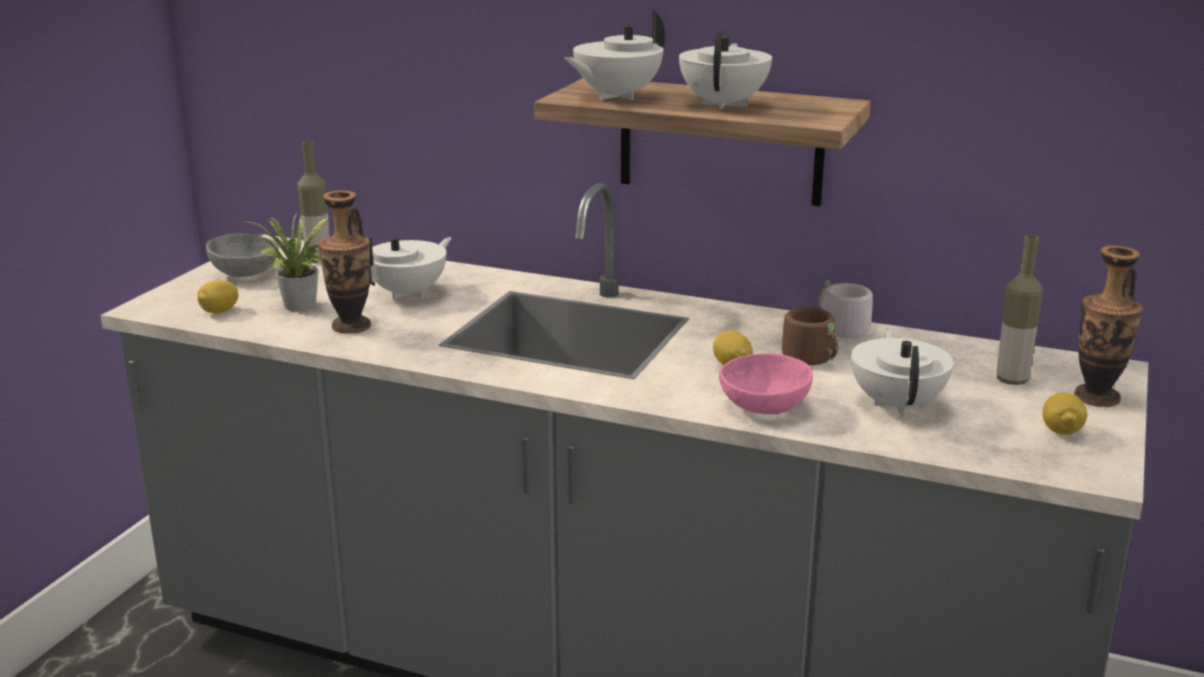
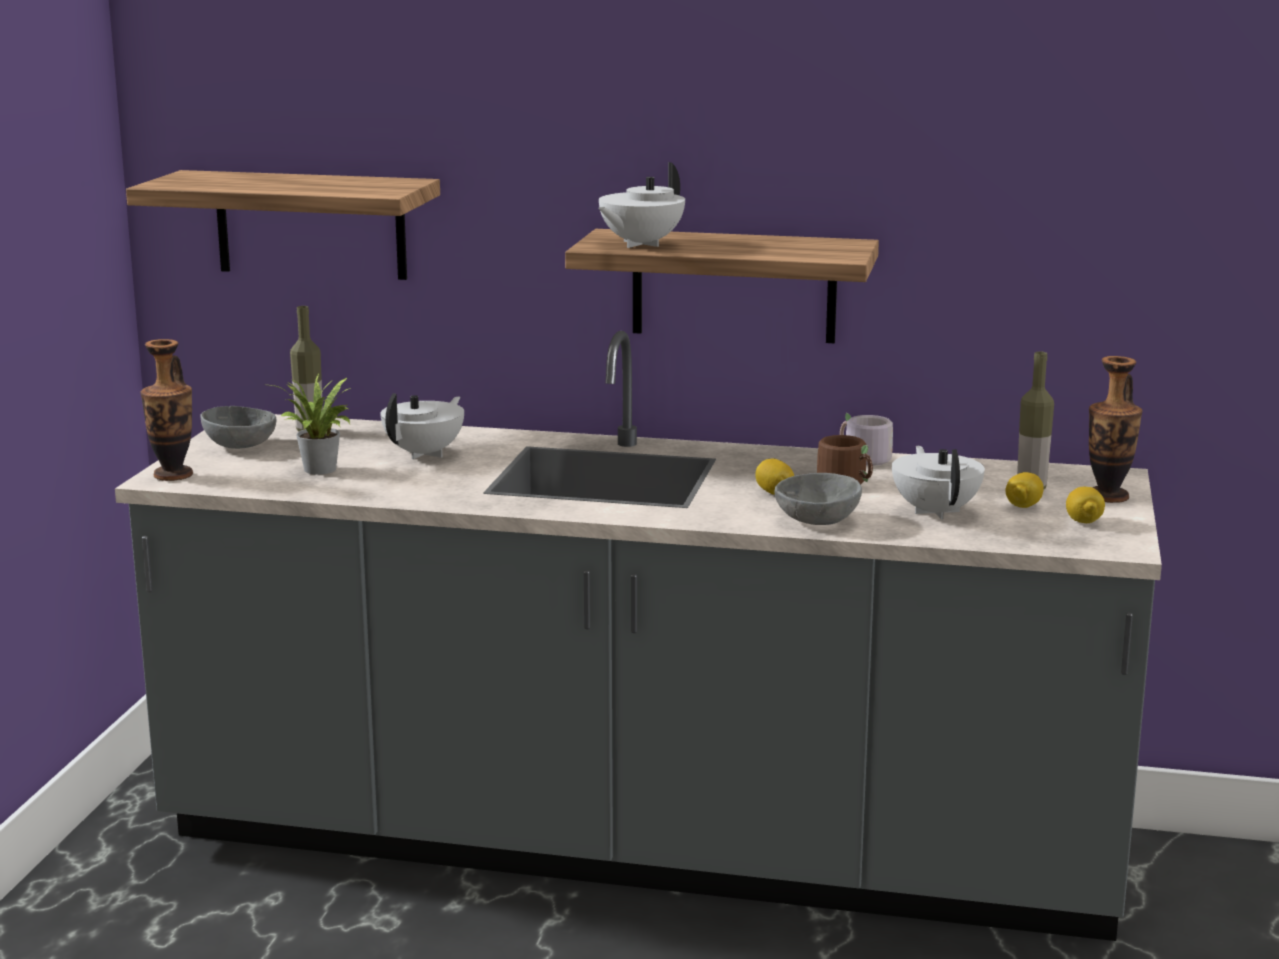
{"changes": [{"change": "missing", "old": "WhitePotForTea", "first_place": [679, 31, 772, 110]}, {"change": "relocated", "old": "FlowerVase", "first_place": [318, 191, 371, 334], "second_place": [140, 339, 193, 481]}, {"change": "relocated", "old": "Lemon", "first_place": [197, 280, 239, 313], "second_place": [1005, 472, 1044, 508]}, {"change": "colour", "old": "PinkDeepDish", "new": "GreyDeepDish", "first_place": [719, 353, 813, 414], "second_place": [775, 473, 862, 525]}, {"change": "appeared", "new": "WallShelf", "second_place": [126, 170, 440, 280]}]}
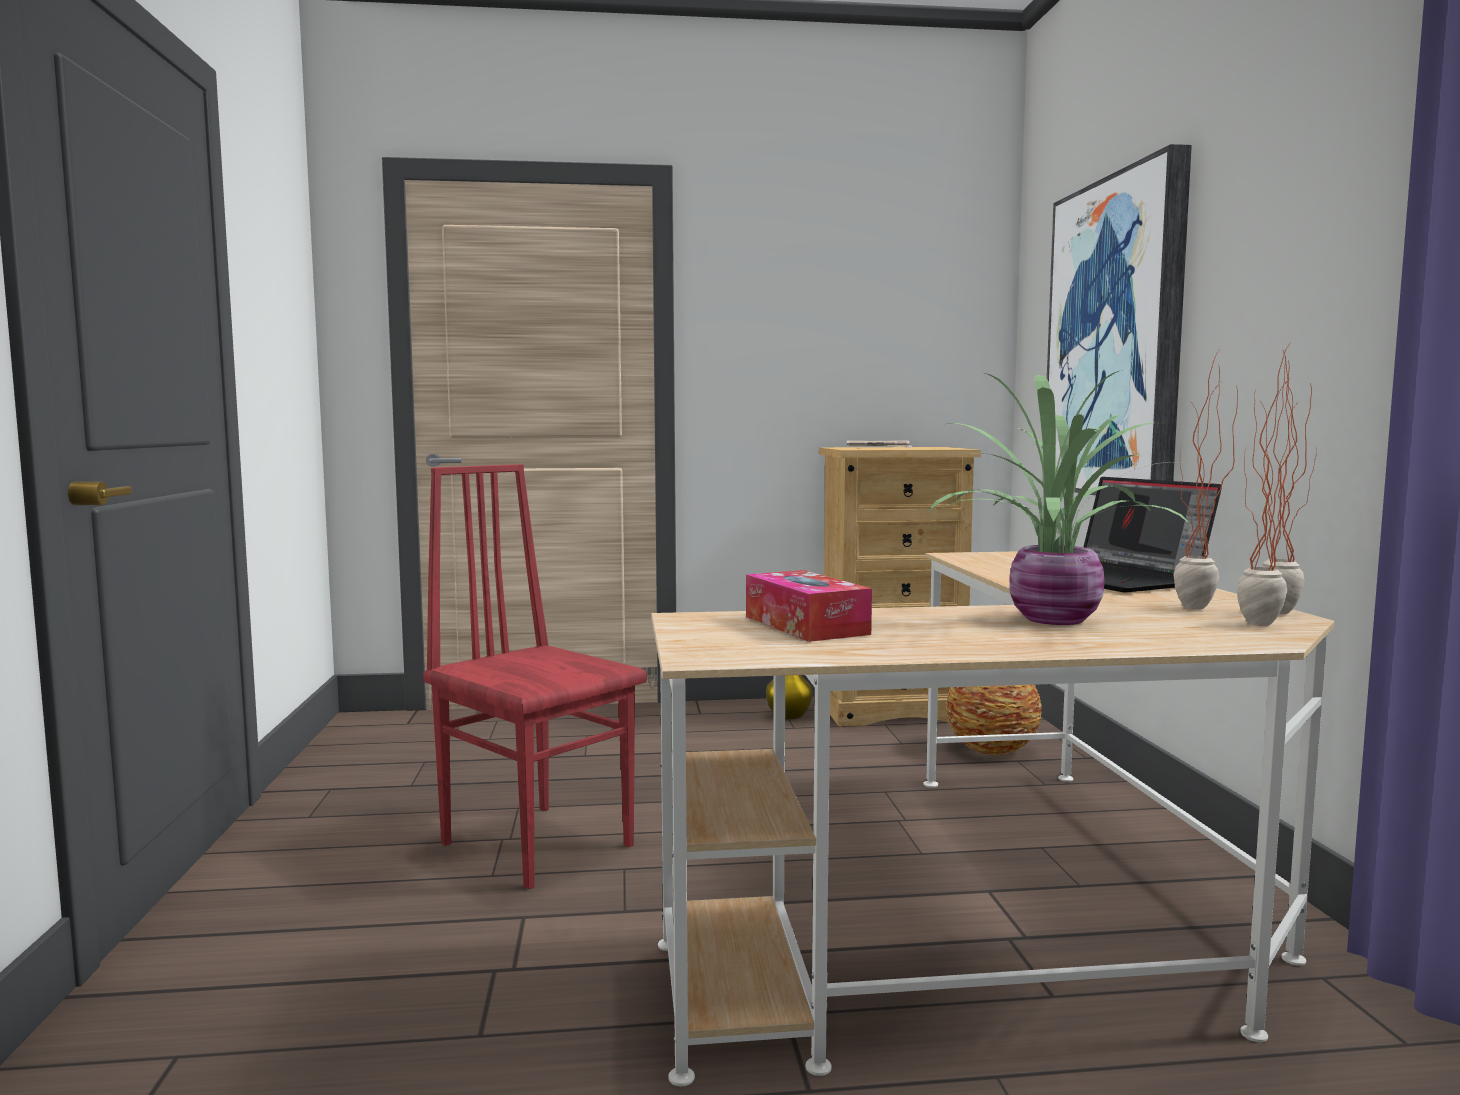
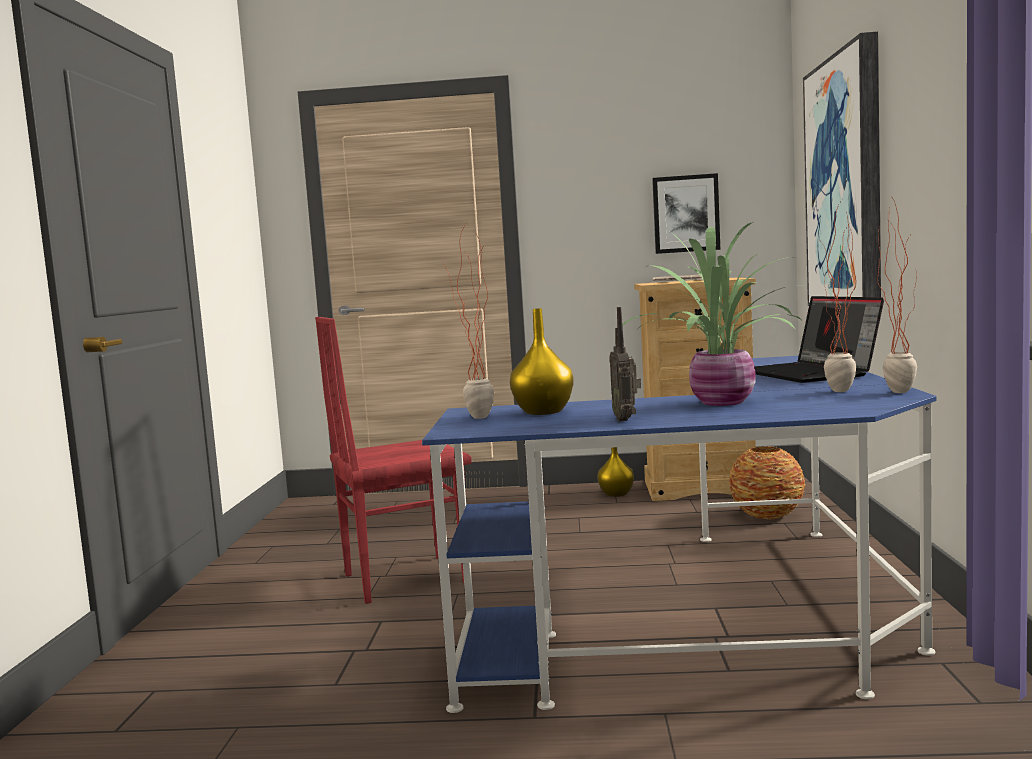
{"changes": [{"change": "relocated", "old": "PottedPlant", "first_place": [1236, 345, 1312, 626], "second_place": [442, 224, 494, 419]}, {"change": "spun", "old": "RedColouredChair", "first_place": [423, 464, 647, 889], "second_place": [315, 317, 472, 604], "degrees": -75}, {"change": "colour", "old": "BeigeDeskUnit", "new": "BlueColouredDeskUnit", "first_place": [652, 551, 1334, 1086], "second_place": [422, 356, 936, 713]}, {"change": "exchanged", "old": "BoxOfTissues", "new": "YellowishFlowerVase", "first_place": [746, 570, 872, 642], "second_place": [510, 308, 574, 415]}, {"change": "appeared", "new": "Picture", "second_place": [652, 173, 720, 254]}, {"change": "appeared", "new": "Radio", "second_place": [609, 307, 641, 421]}]}
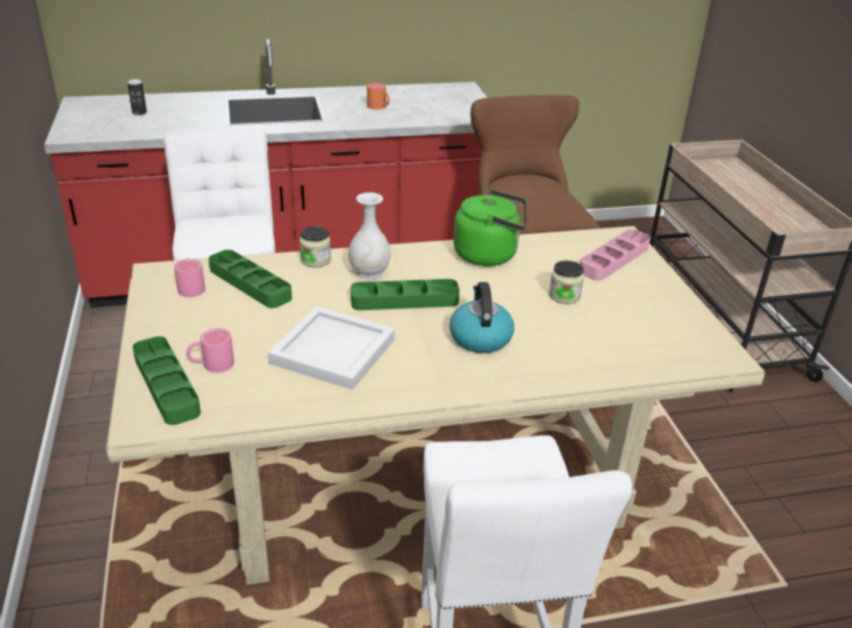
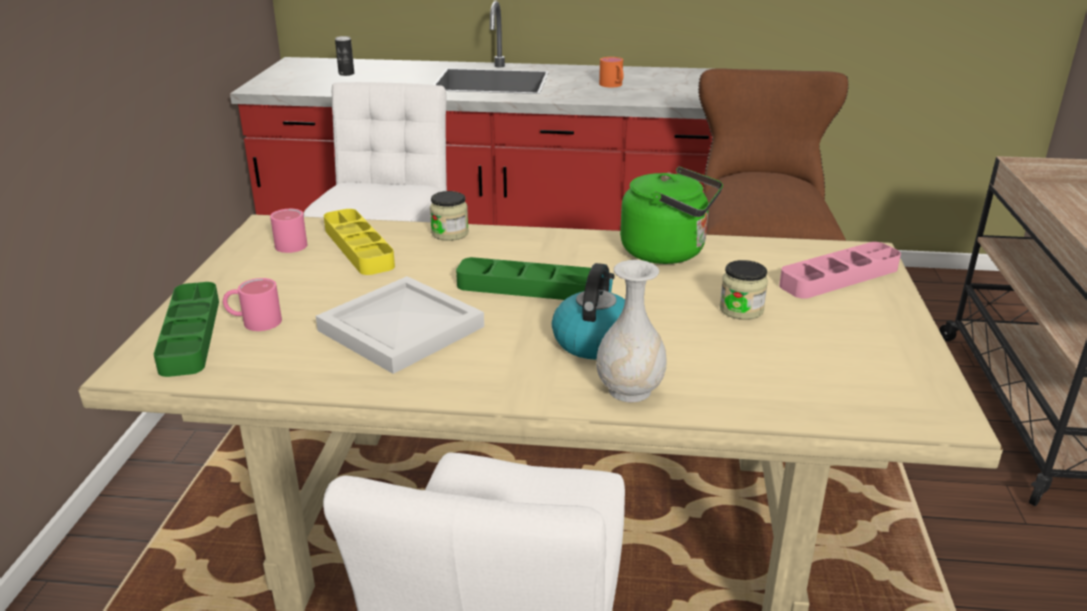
{"changes": [{"change": "relocated", "old": "WhiteFlowerVase", "first_place": [349, 192, 391, 279], "second_place": [596, 260, 667, 403]}, {"change": "colour", "old": "GreenCarryingTray", "new": "YellowishCarryingTray", "first_place": [209, 250, 292, 308], "second_place": [324, 209, 395, 275]}]}
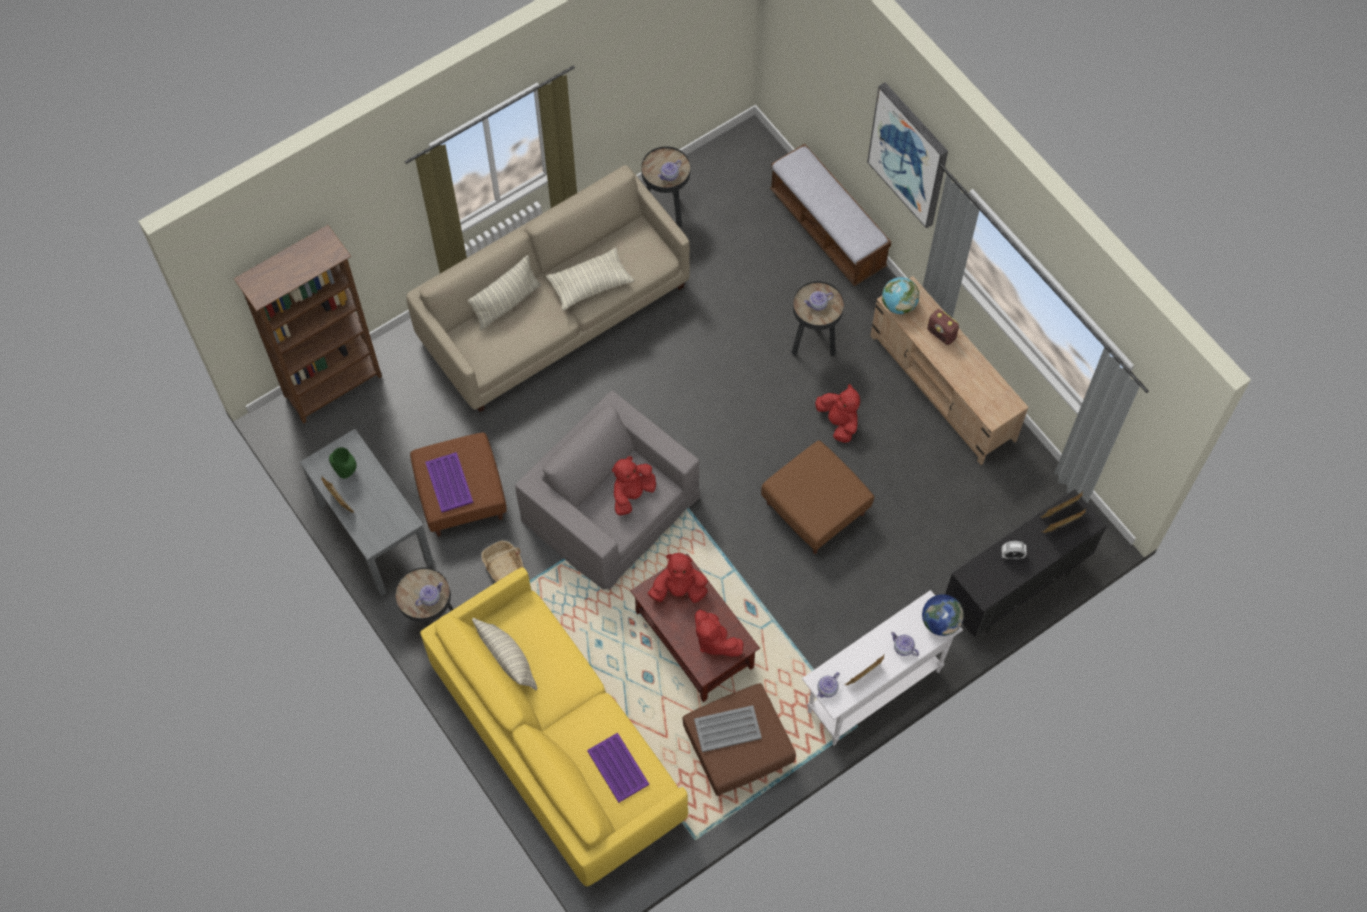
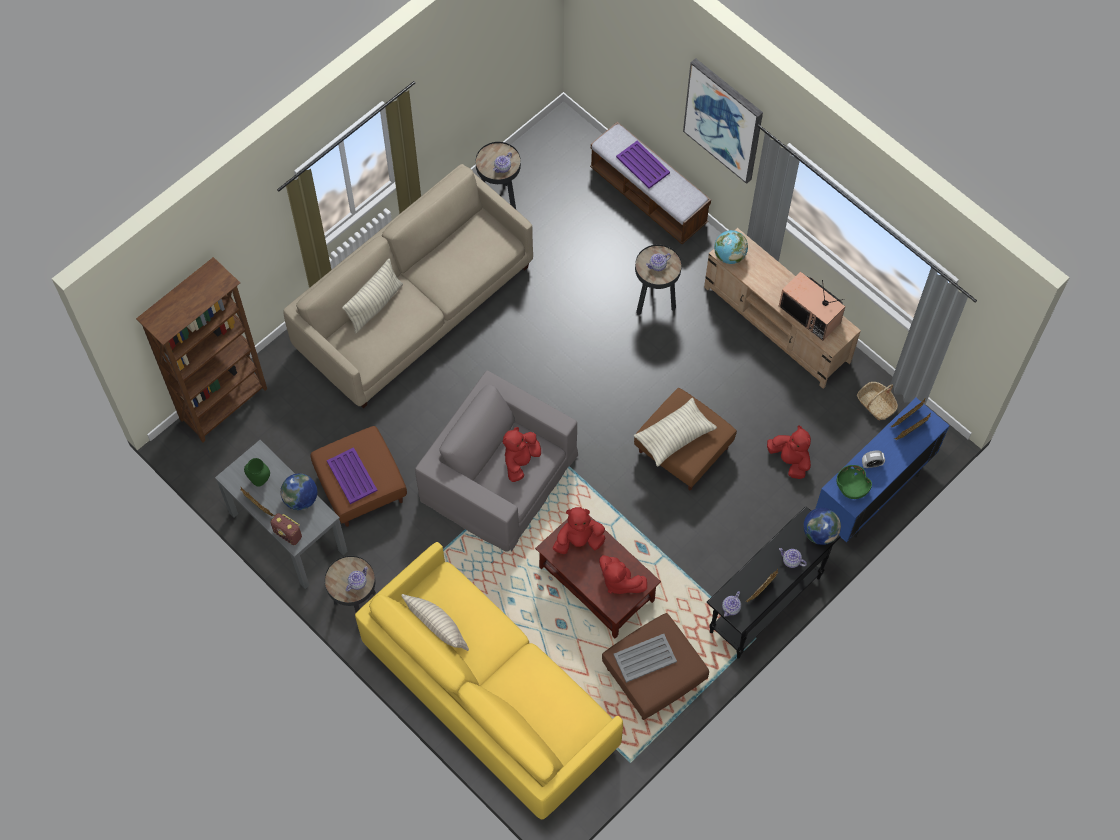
{"changes": [{"change": "relocated", "old": "ThrowPillow", "first_place": [546, 247, 634, 311], "second_place": [634, 398, 717, 467]}, {"change": "relocated", "old": "Radio", "first_place": [927, 309, 959, 345], "second_place": [271, 513, 302, 545]}, {"change": "relocated", "old": "RedColouredCuddlyToy", "first_place": [815, 384, 860, 443], "second_place": [767, 425, 811, 479]}, {"change": "colour", "old": "BlackCupboard", "new": "BlueColouredCupboard", "first_place": [945, 489, 1107, 637], "second_place": [815, 398, 950, 543]}, {"change": "relocated", "old": "HouseholdBasket", "first_place": [481, 540, 524, 582], "second_place": [857, 382, 898, 420]}, {"change": "colour", "old": "WhiteHallTable", "new": "BlackHallTable", "first_place": [802, 590, 963, 746], "second_place": [706, 506, 841, 659]}, {"change": "relocated", "old": "PurpleCarryingTray", "first_place": [587, 733, 649, 803], "second_place": [616, 141, 670, 189]}, {"change": "appeared", "new": "Tv", "second_place": [779, 272, 845, 341]}, {"change": "appeared", "new": "GreenDeepDish", "second_place": [837, 465, 872, 499]}, {"change": "appeared", "new": "WorldGlobe", "second_place": [280, 473, 317, 510]}]}
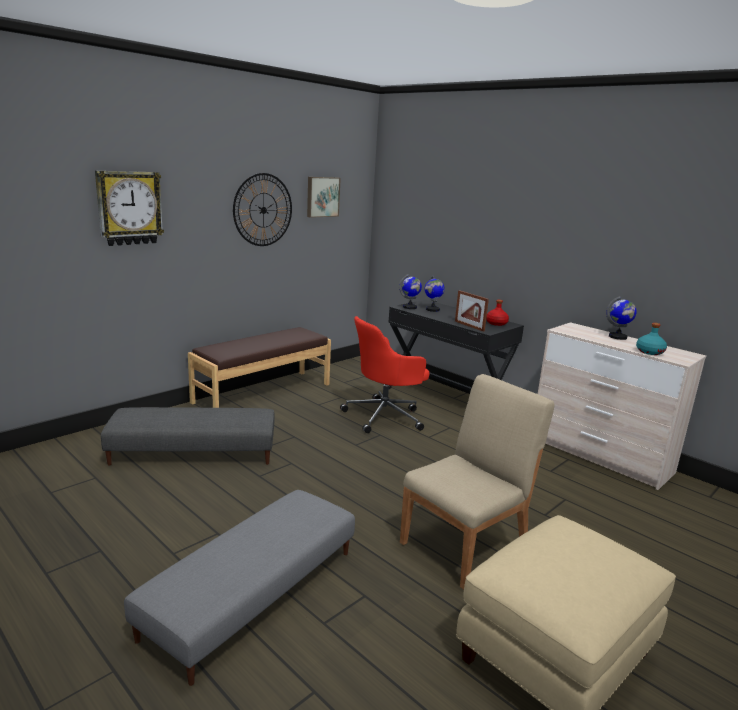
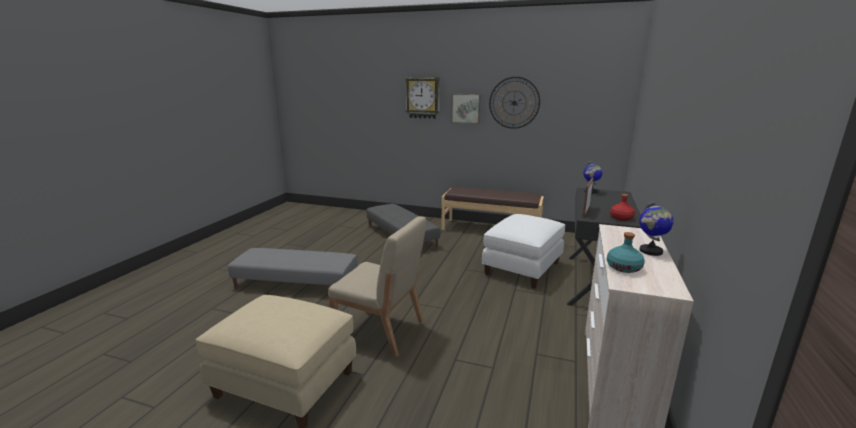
{"changes": [{"change": "relocated", "old": "Picture", "first_place": [307, 177, 341, 218], "second_place": [451, 94, 481, 124]}, {"change": "missing", "old": "WorldGlobe", "first_place": [424, 275, 445, 312]}, {"change": "exchanged", "old": "RedColouredOfficeChair", "new": "WhiteOttoman", "first_place": [340, 316, 430, 433], "second_place": [482, 214, 565, 289]}]}
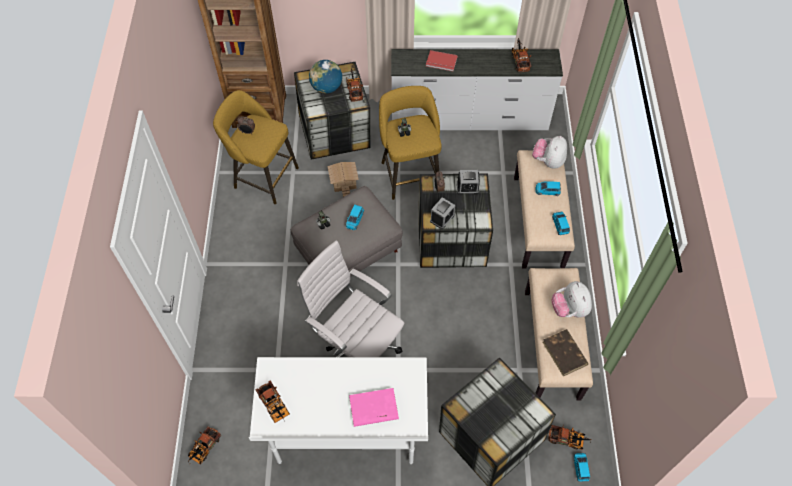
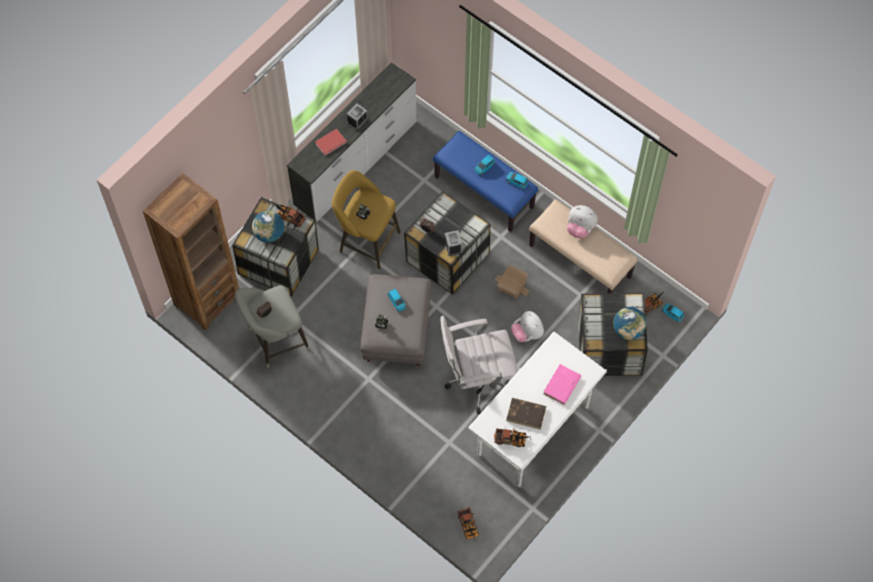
{"changes": [{"change": "missing", "old": "ToyTruck", "first_place": [511, 38, 531, 72]}, {"change": "colour", "old": "YellowishStool", "new": "GreyStool", "first_place": [213, 90, 299, 204], "second_place": [235, 285, 310, 368]}, {"change": "relocated", "old": "CuddlyToy", "first_place": [532, 136, 567, 169], "second_place": [511, 311, 544, 342]}, {"change": "colour", "old": "BeigeBench", "new": "BlueColouredBench", "first_place": [514, 150, 575, 268], "second_place": [433, 131, 538, 232]}, {"change": "relocated", "old": "MiniatureHouse", "first_place": [327, 162, 359, 197], "second_place": [494, 265, 529, 299]}, {"change": "relocated", "old": "BedsideClock", "first_place": [457, 170, 480, 194], "second_place": [347, 103, 368, 131]}, {"change": "relocated", "old": "BrownishVolume", "first_place": [542, 329, 589, 376], "second_place": [506, 398, 546, 430]}, {"change": "appeared", "new": "WorldGlobe", "second_place": [613, 307, 646, 340]}]}
